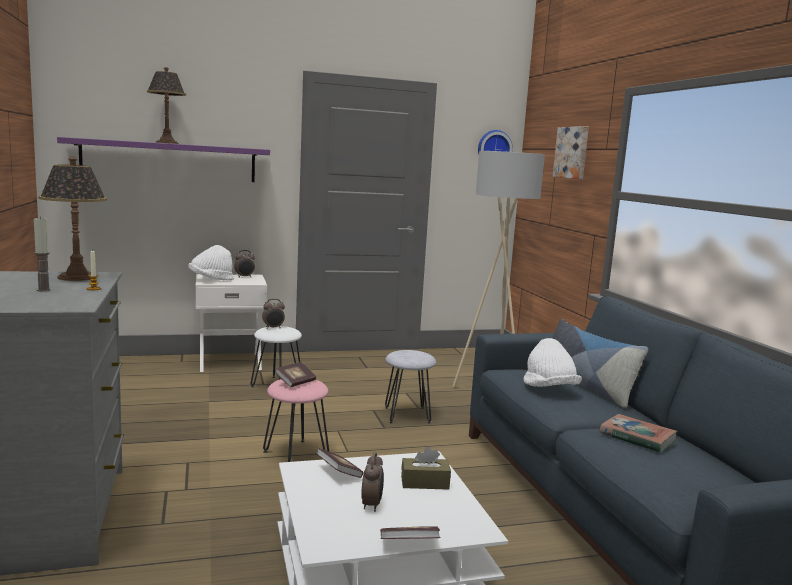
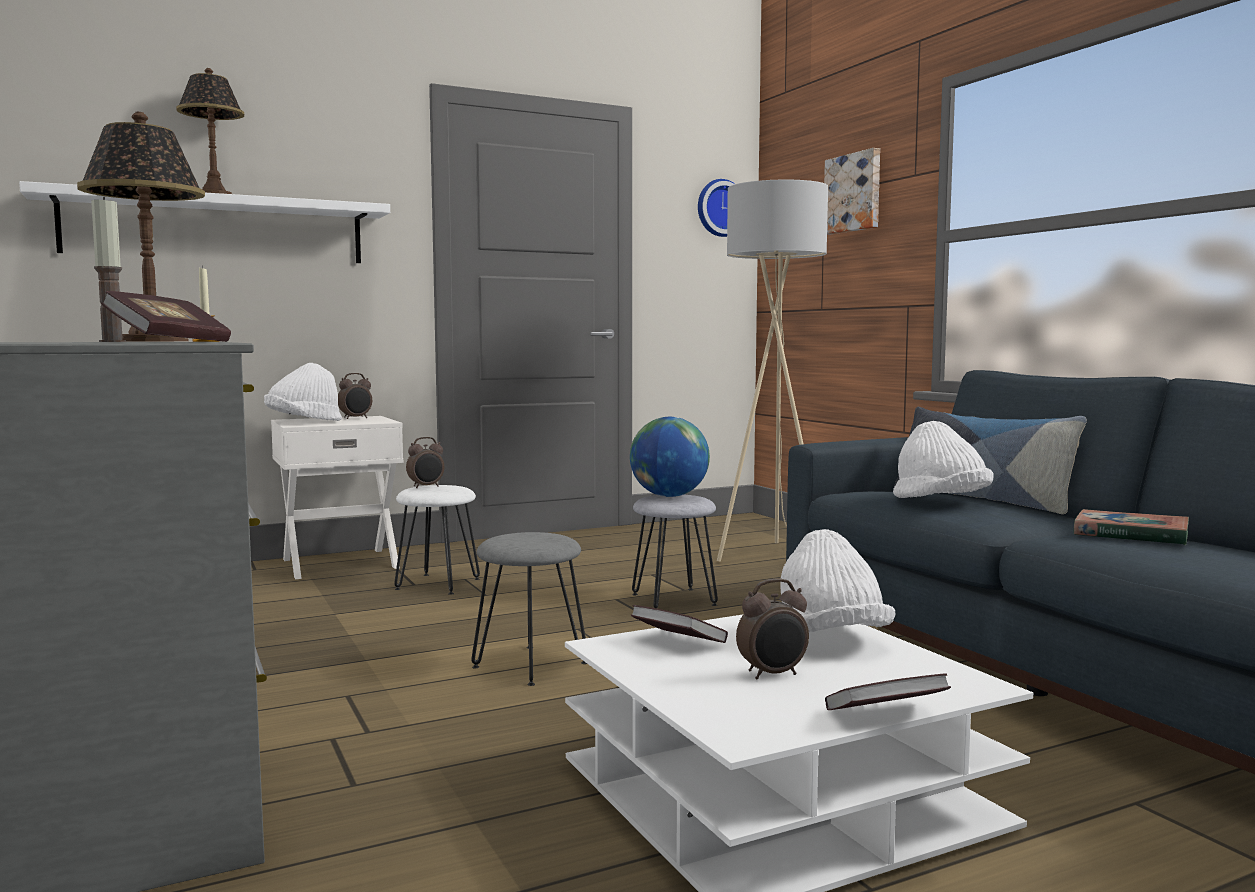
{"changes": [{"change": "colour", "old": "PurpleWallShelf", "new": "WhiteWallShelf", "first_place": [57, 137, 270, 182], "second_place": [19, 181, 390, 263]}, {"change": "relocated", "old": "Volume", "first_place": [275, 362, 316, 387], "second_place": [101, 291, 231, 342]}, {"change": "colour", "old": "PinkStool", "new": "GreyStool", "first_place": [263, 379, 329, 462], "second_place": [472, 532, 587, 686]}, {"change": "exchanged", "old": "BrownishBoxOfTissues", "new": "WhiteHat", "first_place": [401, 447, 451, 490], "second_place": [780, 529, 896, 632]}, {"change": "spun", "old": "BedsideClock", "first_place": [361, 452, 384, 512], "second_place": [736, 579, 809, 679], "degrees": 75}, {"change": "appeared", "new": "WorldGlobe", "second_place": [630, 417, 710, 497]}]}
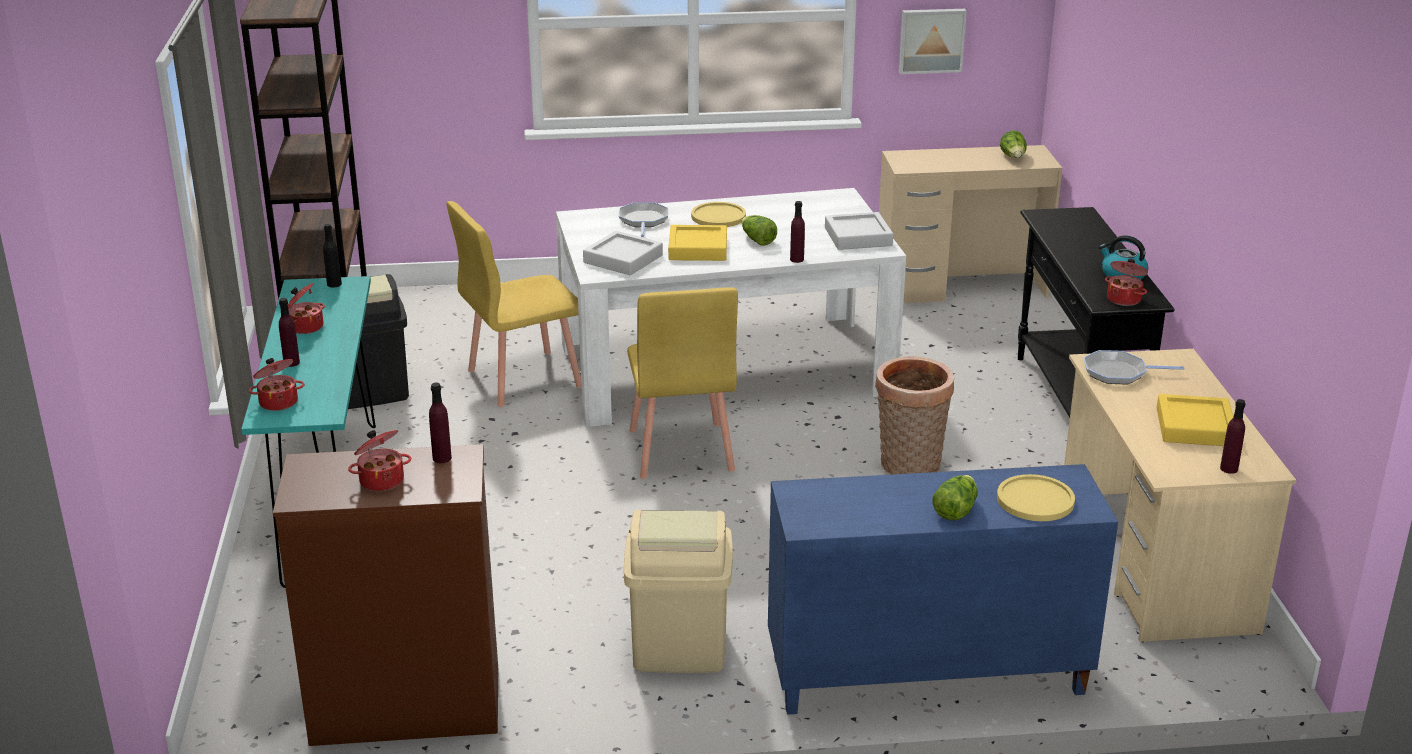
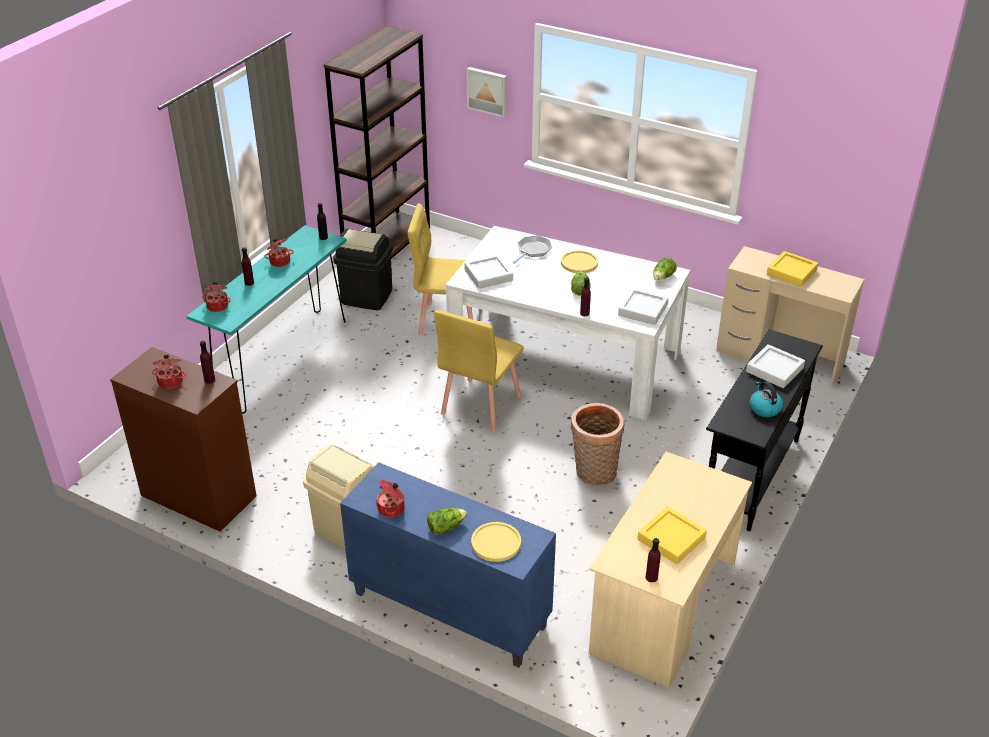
{"changes": [{"change": "relocated", "old": "Picture", "first_place": [899, 9, 967, 74], "second_place": [467, 67, 507, 117]}, {"change": "relocated", "old": "LettuceHead", "first_place": [1000, 131, 1027, 158], "second_place": [653, 258, 677, 280]}, {"change": "relocated", "old": "YellowishCarryingTray", "first_place": [668, 225, 727, 261], "second_place": [767, 251, 818, 287]}, {"change": "relocated", "old": "Saucepot", "first_place": [1105, 259, 1148, 306], "second_place": [376, 480, 404, 518]}, {"change": "missing", "old": "Skillet", "first_place": [1084, 350, 1185, 384]}, {"change": "appeared", "new": "GreyCarryingTray", "second_place": [746, 344, 805, 388]}]}
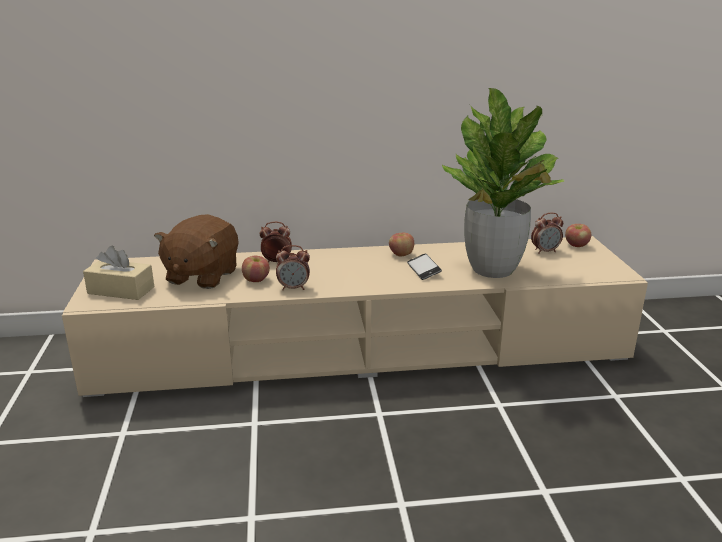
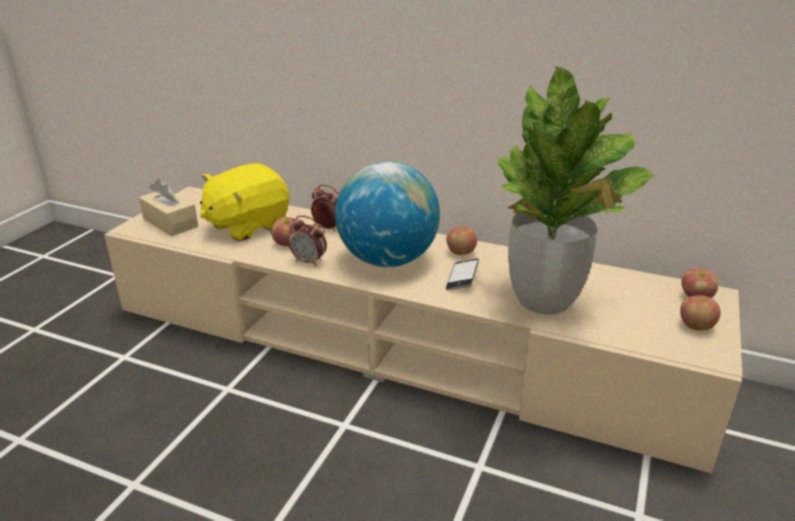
{"changes": [{"change": "missing", "old": "BedsideClock", "first_place": [531, 212, 563, 254]}, {"change": "colour", "old": "BrownishCuddlyToy", "new": "YellowishCuddlyToy", "first_place": [154, 214, 239, 289], "second_place": [200, 163, 289, 241]}, {"change": "appeared", "new": "WorldGlobe", "second_place": [335, 161, 440, 267]}, {"change": "appeared", "new": "WholeApple", "second_place": [680, 295, 721, 331]}]}
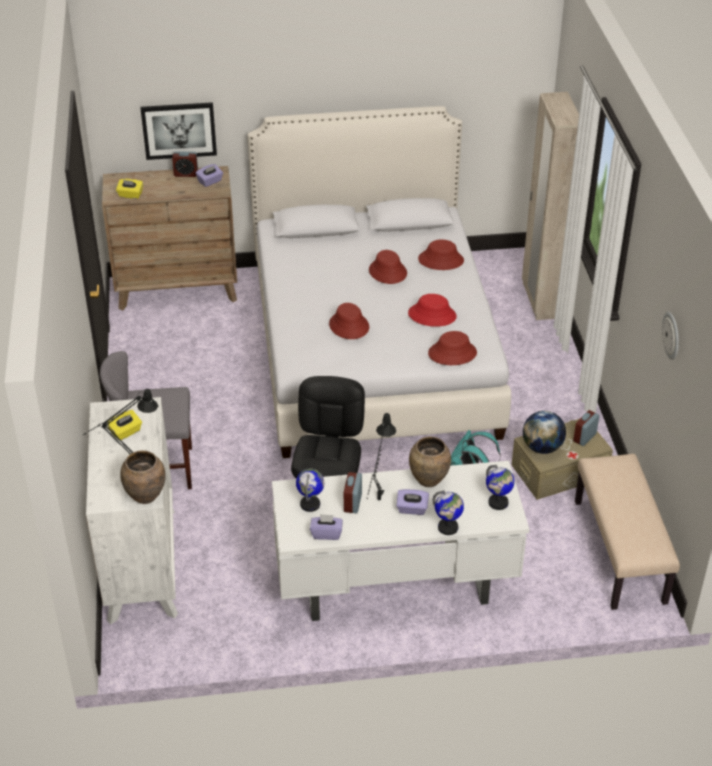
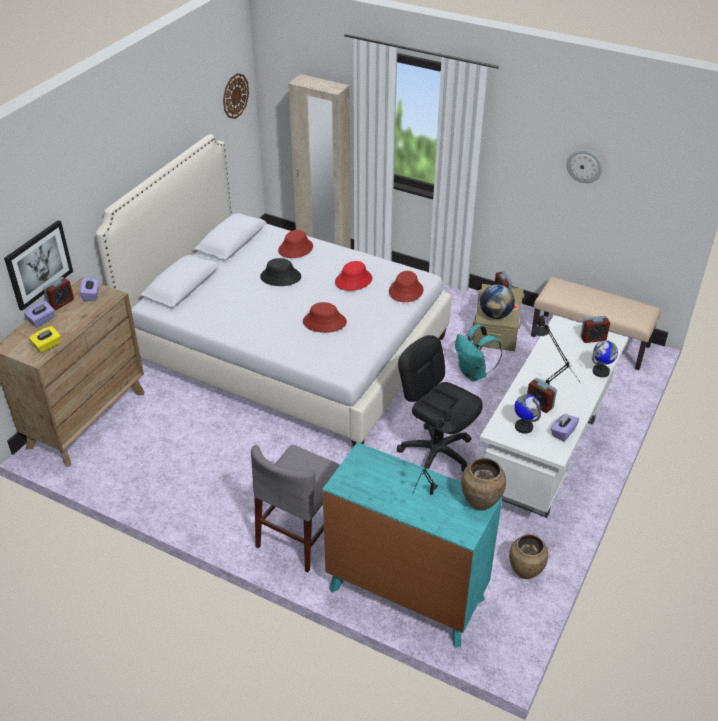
{"changes": [{"change": "colour", "old": "RedColouredHat", "new": "BlackHat", "first_place": [369, 250, 407, 284], "second_place": [260, 258, 301, 286]}, {"change": "colour", "old": "WhiteChestOfDrawers", "new": "TurquoiseColouredChestOfDrawers", "first_place": [86, 397, 178, 625], "second_place": [322, 442, 502, 648]}, {"change": "missing", "old": "YellowishBoxOfTissues", "first_place": [107, 410, 142, 440]}, {"change": "relocated", "old": "BrownishFlowerVase", "first_place": [409, 436, 451, 487], "second_place": [509, 534, 548, 579]}, {"change": "exchanged", "old": "WorldGlobe", "new": "BedsideClock", "first_place": [486, 465, 515, 510], "second_place": [580, 316, 610, 343]}, {"change": "relocated", "old": "PurpleBoxOfTissues", "first_place": [396, 489, 429, 515], "second_place": [24, 301, 55, 327]}, {"change": "appeared", "new": "ClockOnTheWall", "second_place": [223, 73, 249, 119]}]}
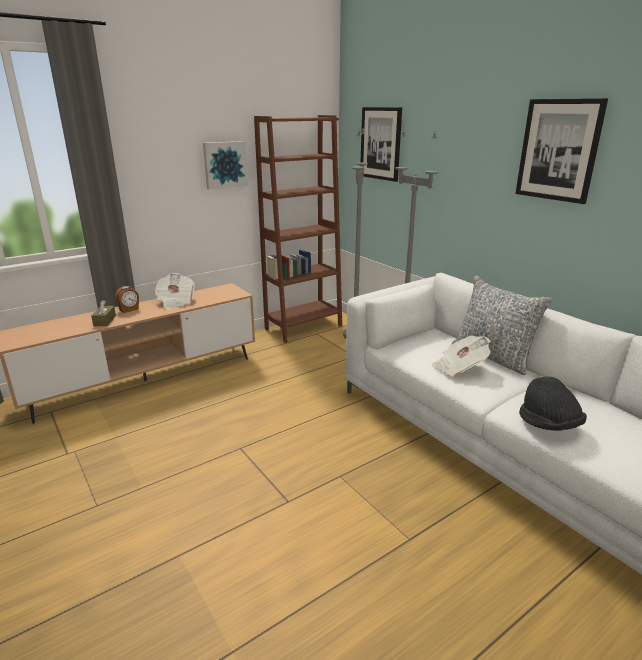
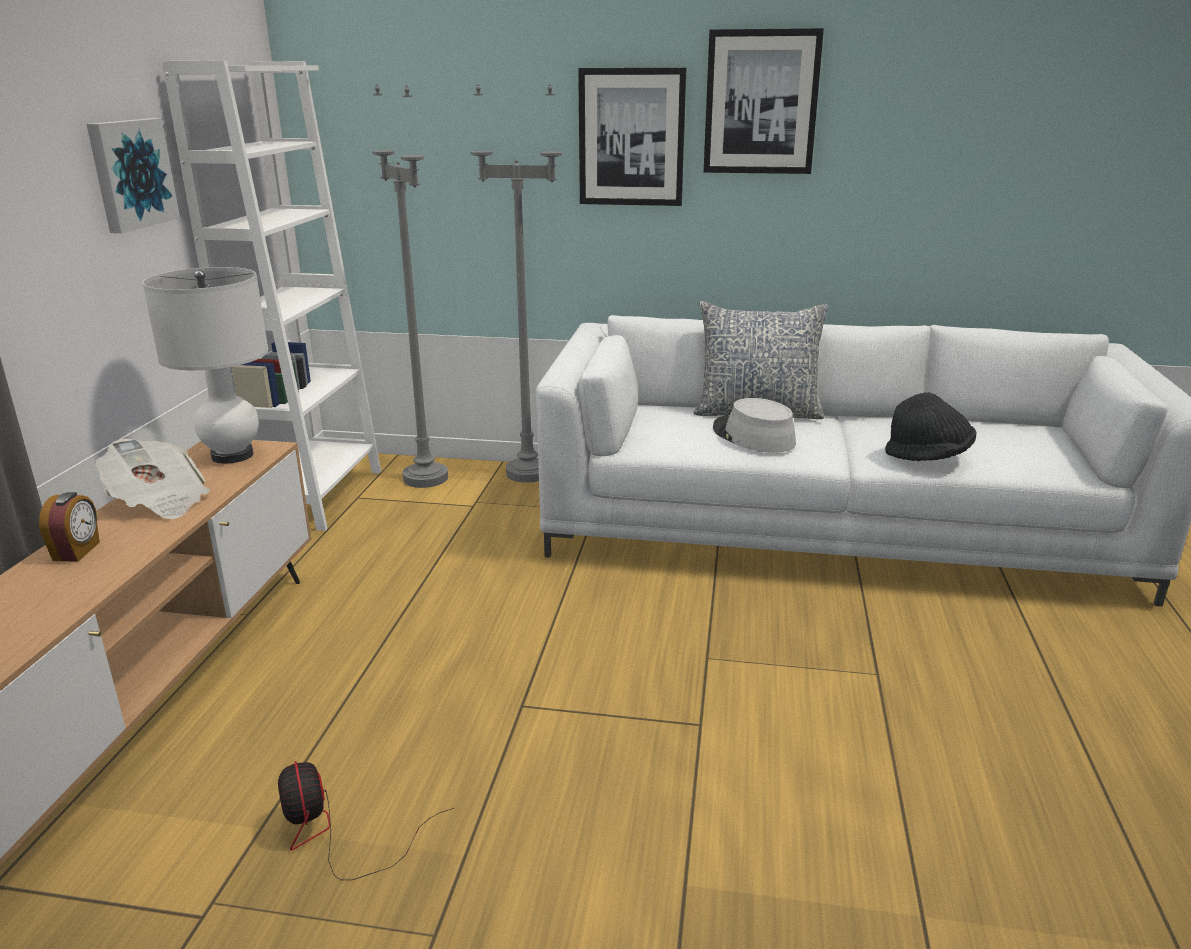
{"changes": [{"change": "relocated", "old": "Picture", "first_place": [360, 107, 402, 182], "second_place": [578, 68, 686, 206]}, {"change": "colour", "old": "BrownishShelvingUnit", "new": "WhiteShelvingUnit", "first_place": [254, 115, 342, 343], "second_place": [162, 61, 381, 531]}, {"change": "missing", "old": "BrownishBoxOfTissues", "first_place": [91, 300, 116, 326]}, {"change": "exchanged", "old": "DailyPaper", "new": "GreyHat", "first_place": [432, 336, 491, 376], "second_place": [713, 398, 796, 453]}, {"change": "appeared", "new": "WhiteLampForATable", "second_place": [142, 267, 268, 464]}, {"change": "appeared", "new": "ElectricFan", "second_place": [278, 761, 454, 880]}]}
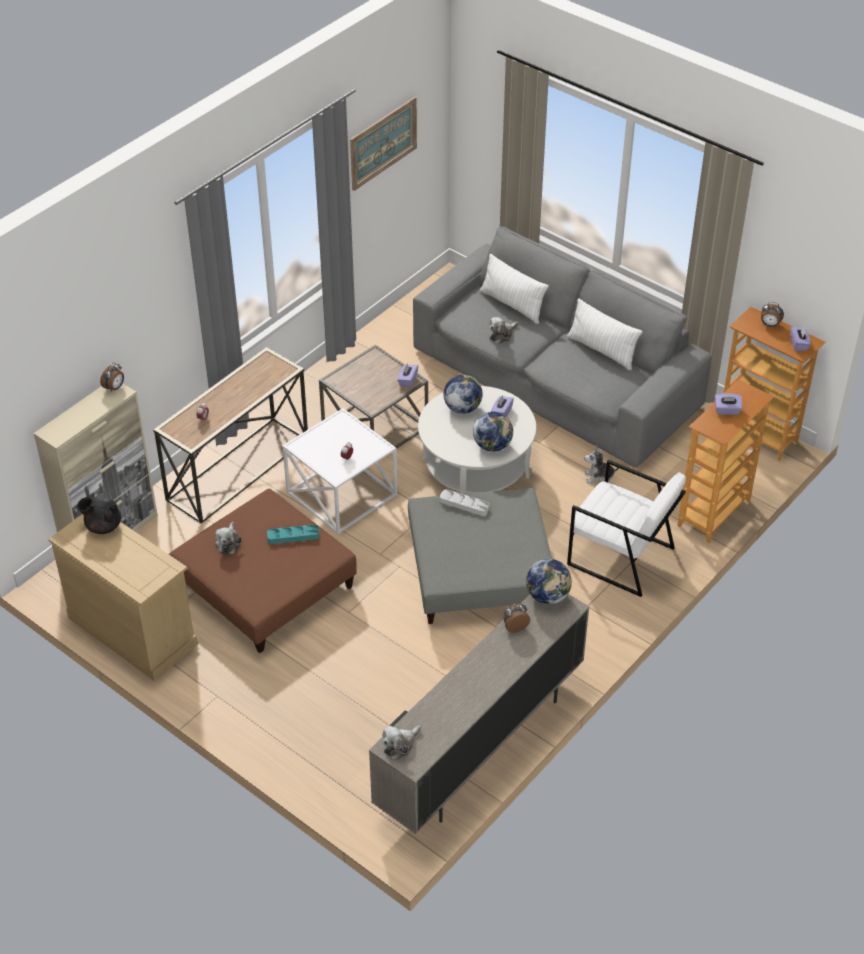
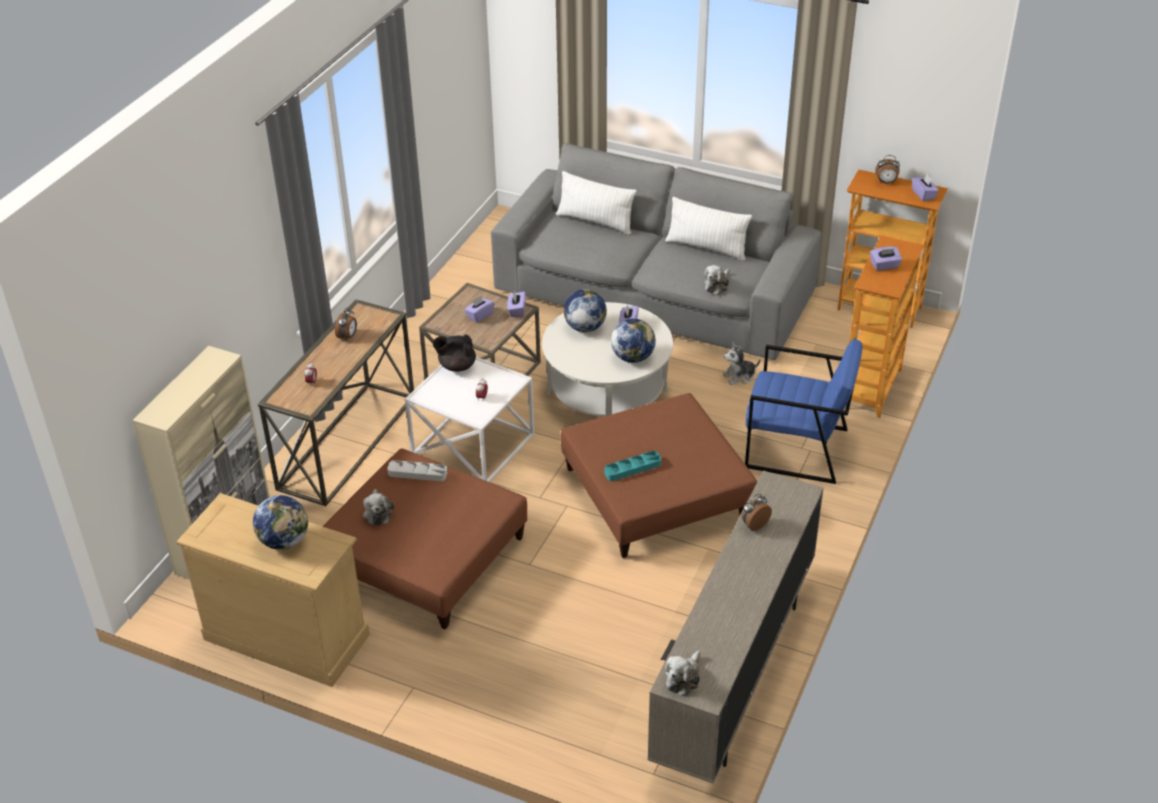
{"changes": [{"change": "missing", "old": "Picture", "first_place": [350, 97, 417, 191]}, {"change": "relocated", "old": "CuddlyToy", "first_place": [489, 317, 518, 344], "second_place": [704, 265, 730, 295]}, {"change": "relocated", "old": "BedsideClock", "first_place": [100, 363, 124, 392], "second_place": [335, 307, 357, 340]}, {"change": "colour", "old": "WhiteEasyChair", "new": "BlueColouredEasyChair", "first_place": [567, 459, 686, 597], "second_place": [745, 338, 863, 484]}, {"change": "colour", "old": "GreyOttoman", "new": "BrownishOttoman", "first_place": [408, 488, 552, 624], "second_place": [561, 393, 758, 558]}, {"change": "relocated", "old": "GreyCarryingTray", "first_place": [440, 489, 489, 516], "second_place": [387, 460, 447, 481]}, {"change": "relocated", "old": "BlackPotForTea", "first_place": [77, 497, 121, 534], "second_place": [433, 334, 476, 372]}, {"change": "relocated", "old": "TurquoiseColouredCarryingTray", "first_place": [267, 524, 319, 544], "second_place": [604, 451, 661, 481]}, {"change": "relocated", "old": "WorldGlobe", "first_place": [526, 559, 572, 604], "second_place": [253, 495, 308, 550]}, {"change": "appeared", "new": "PurpleBoxOfTissues", "second_place": [464, 295, 495, 323]}]}
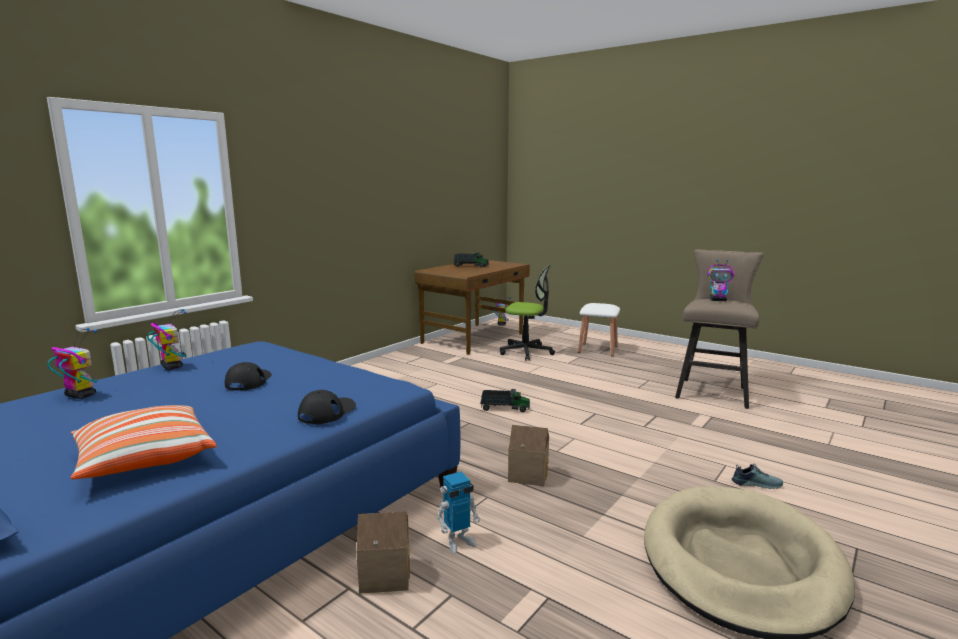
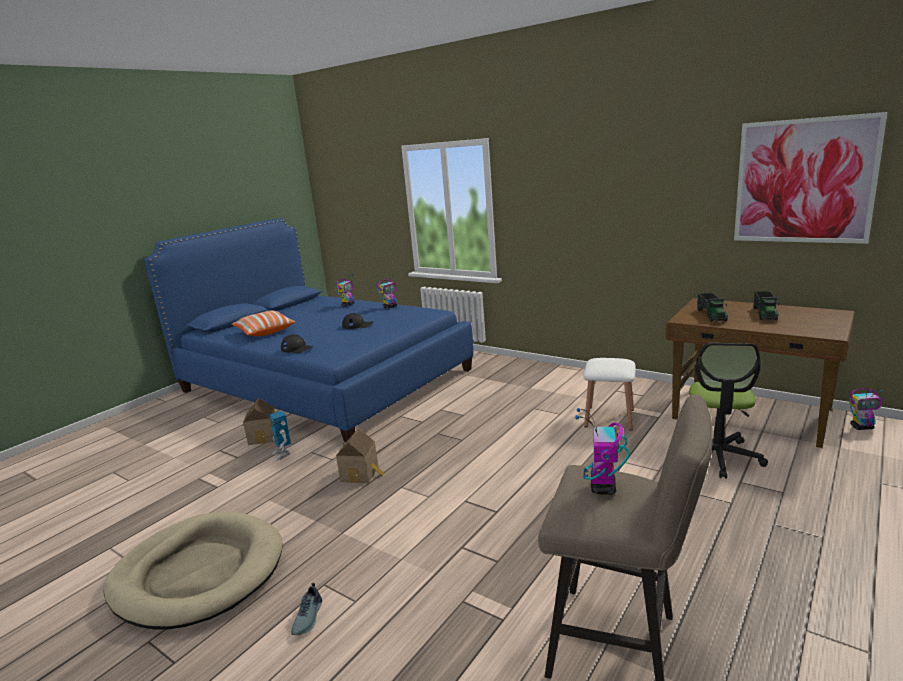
{"changes": [{"change": "relocated", "old": "WhiteStool", "first_place": [578, 303, 620, 356], "second_place": [583, 358, 636, 430]}, {"change": "relocated", "old": "ToyTruck", "first_place": [480, 389, 530, 412], "second_place": [697, 293, 728, 322]}, {"change": "appeared", "new": "Picture", "second_place": [734, 112, 888, 244]}]}
